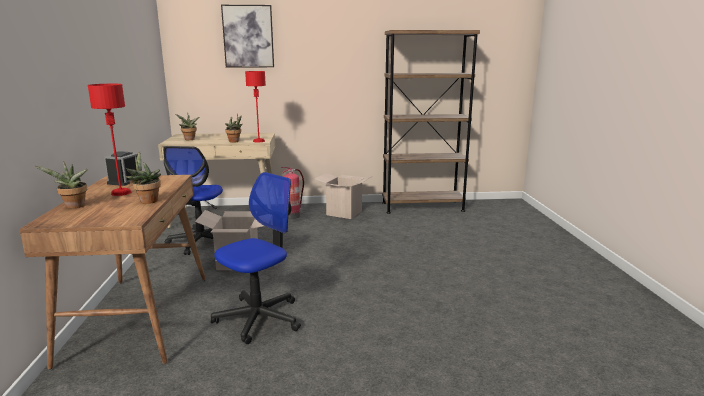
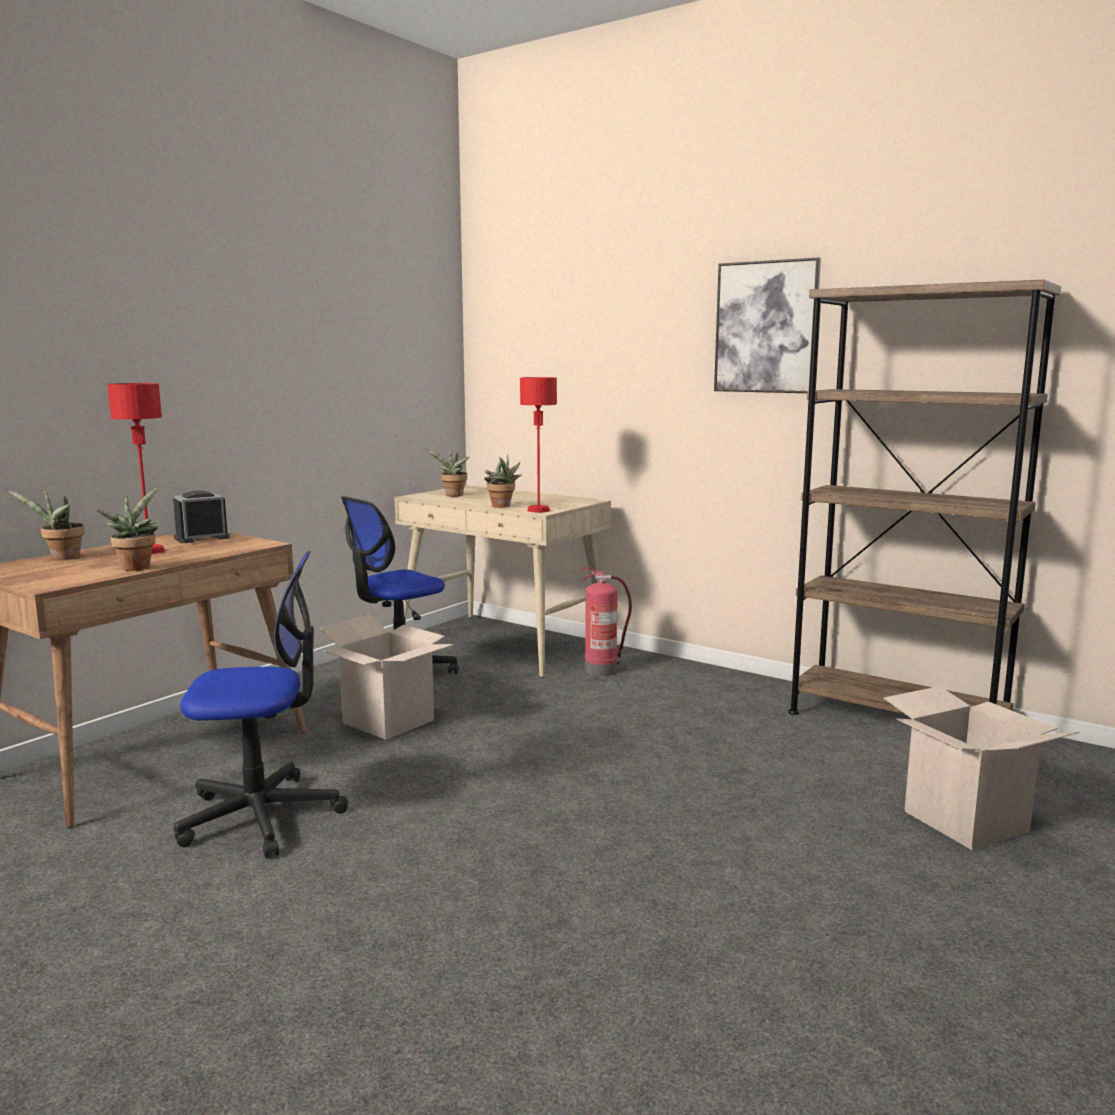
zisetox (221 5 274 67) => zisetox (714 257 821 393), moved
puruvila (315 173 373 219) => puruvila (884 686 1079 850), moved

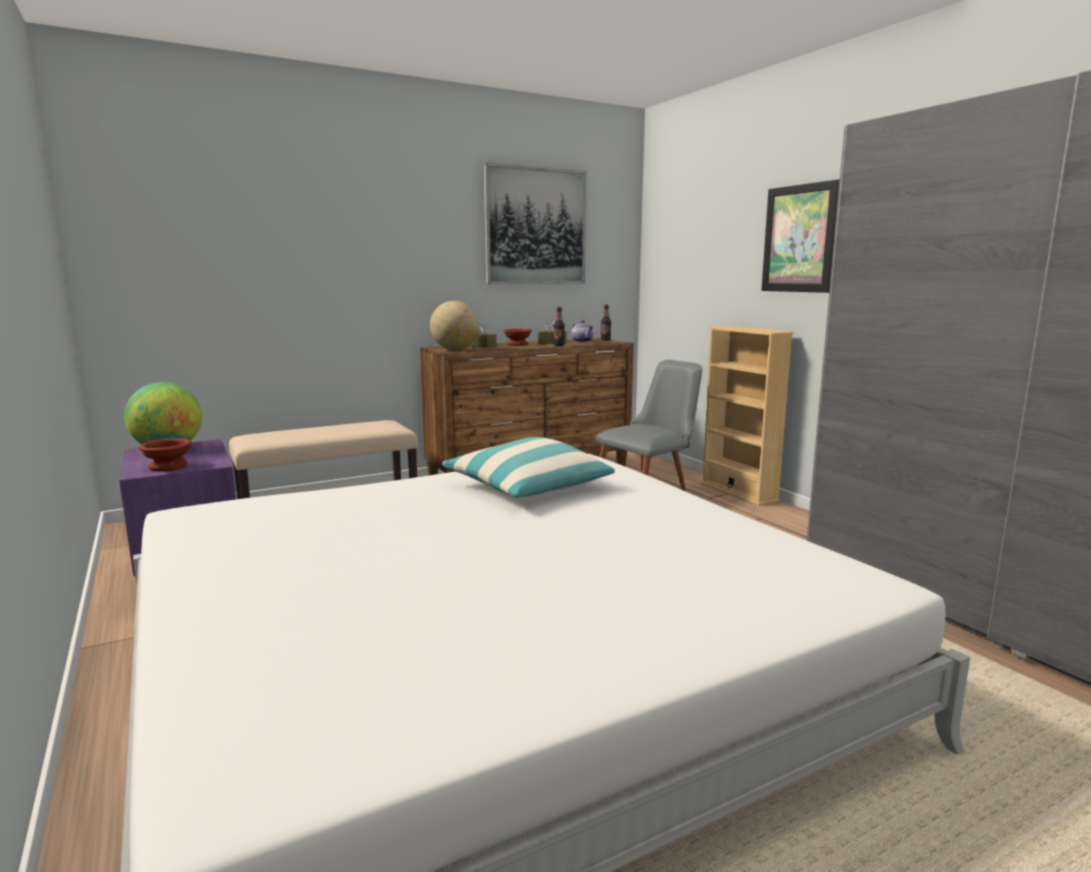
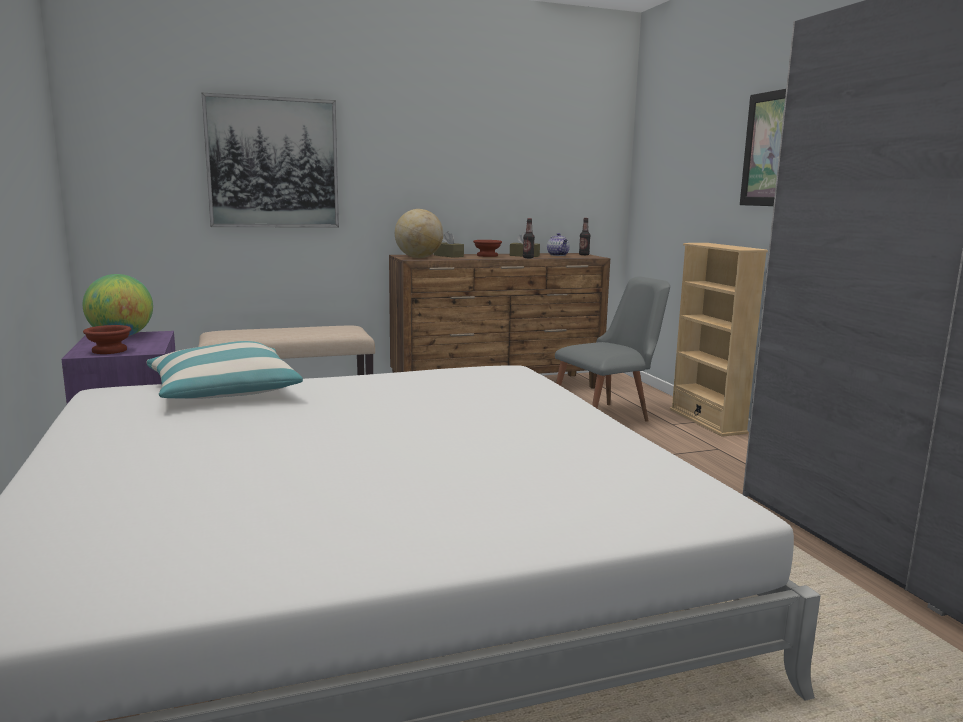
zisetox (483 163 586 284) => zisetox (202 93 339 228), moved
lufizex (443 437 615 498) => lufizex (147 341 303 399), moved

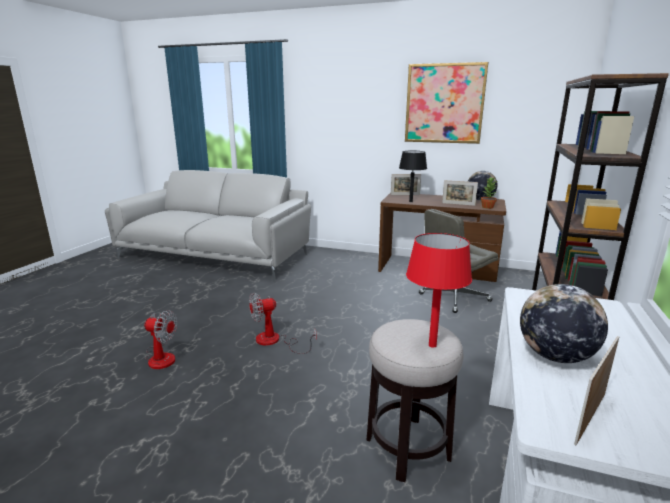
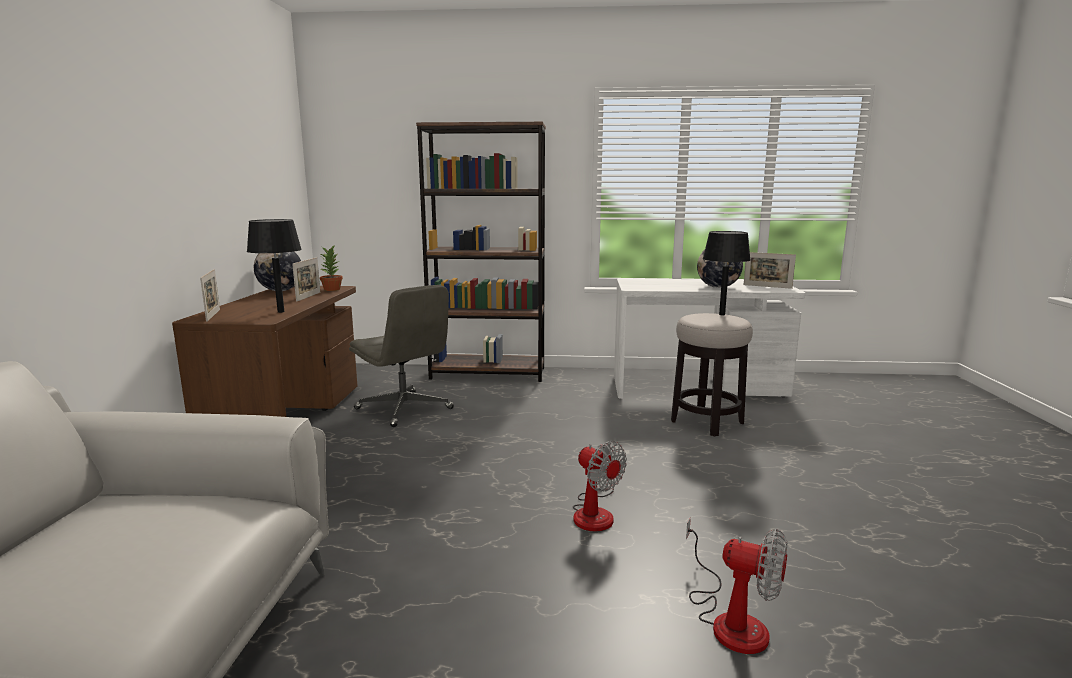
zisetox (405 62 488 144) => nothing
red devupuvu (406 233 472 348) => black devupuvu (703 231 751 315)
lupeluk (144 310 177 369) => lupeluk (686 518 787 654), 120 degrees clockwise

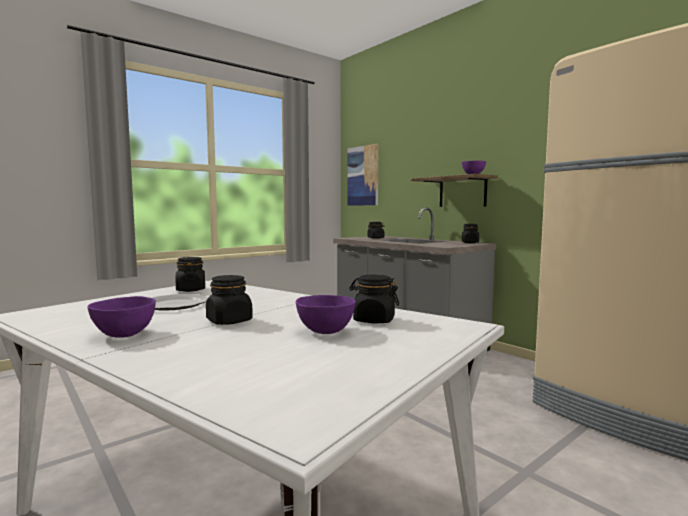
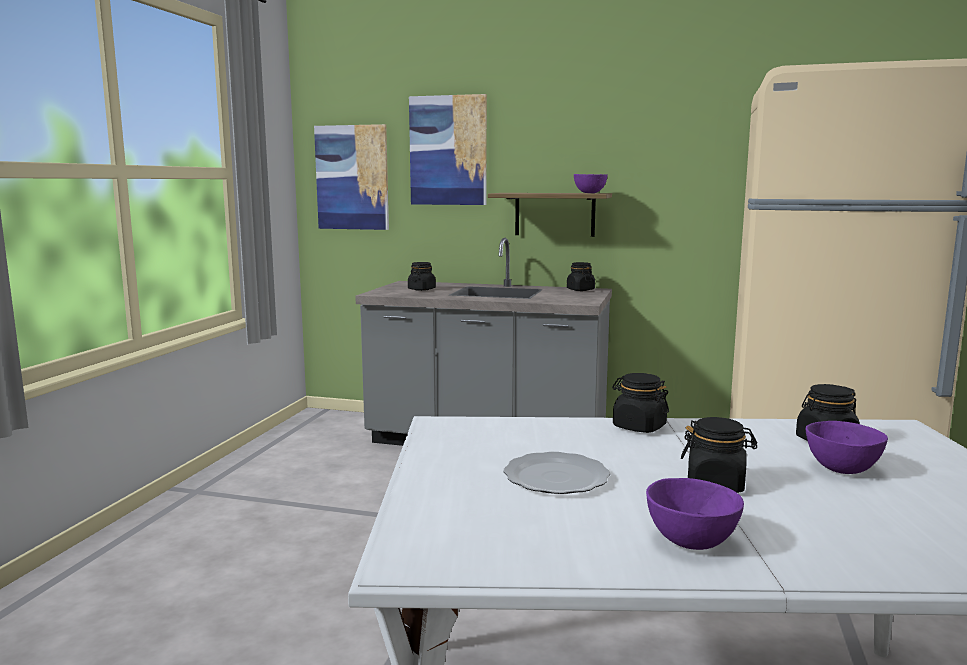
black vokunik (175 257 205 292) => black vokunik (612 373 669 433), moved
nothing => zisetox (409 94 487 205)

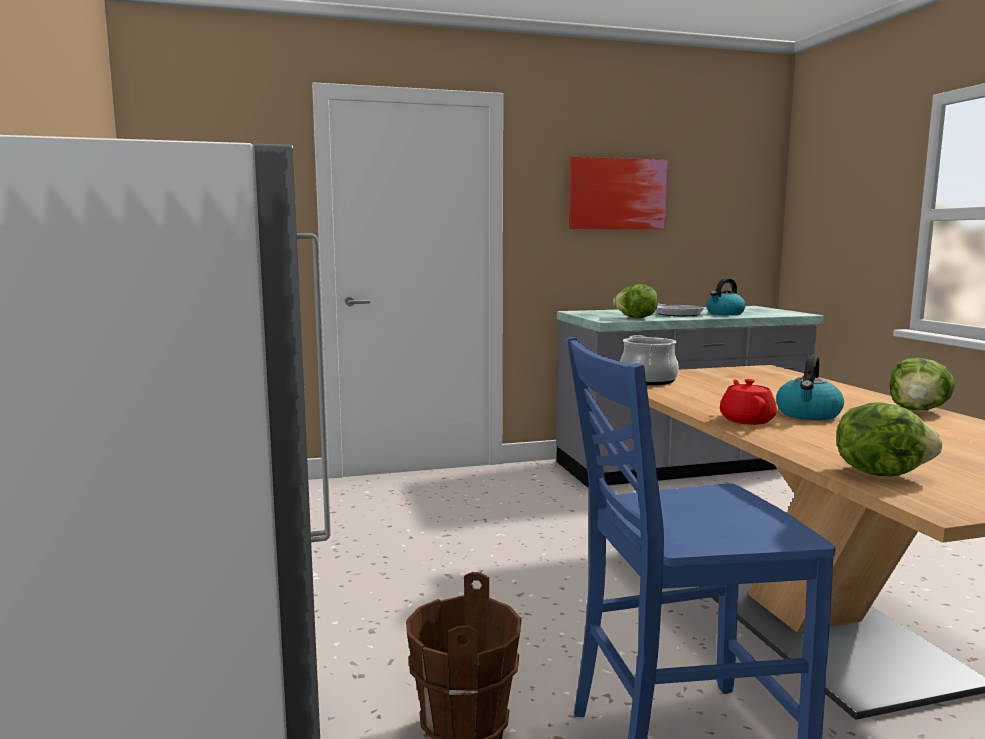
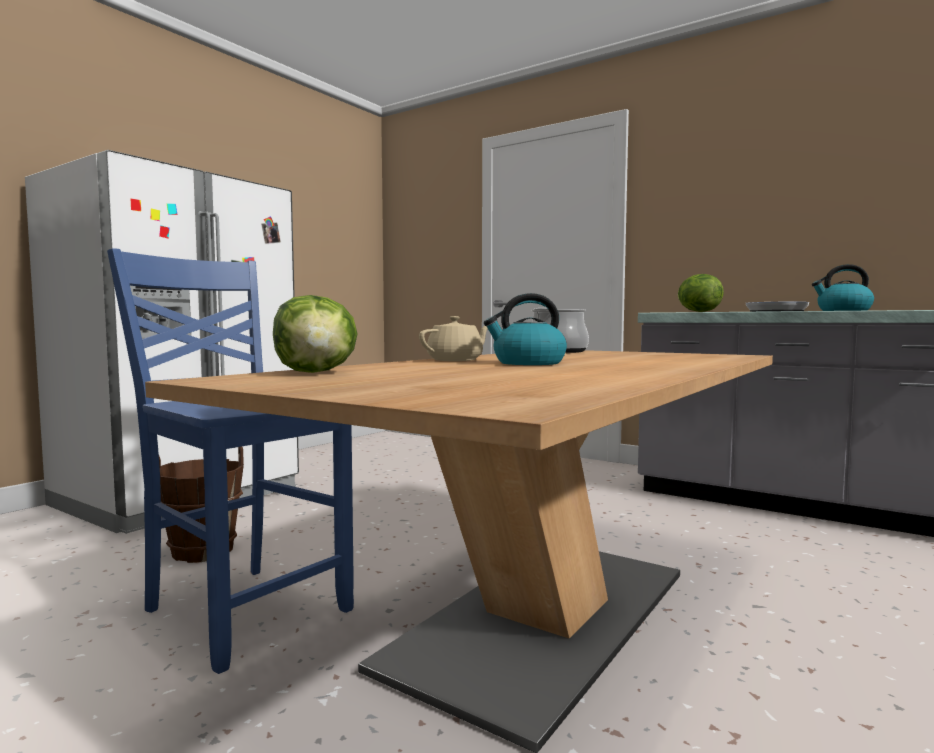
zisetox (569 157 668 229) => nothing
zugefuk (890 358 955 410) => nothing
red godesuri (720 379 777 425) => beige godesuri (419 316 488 361)

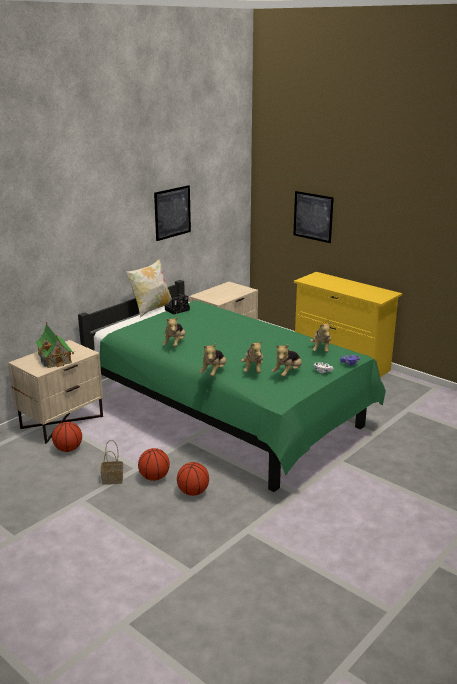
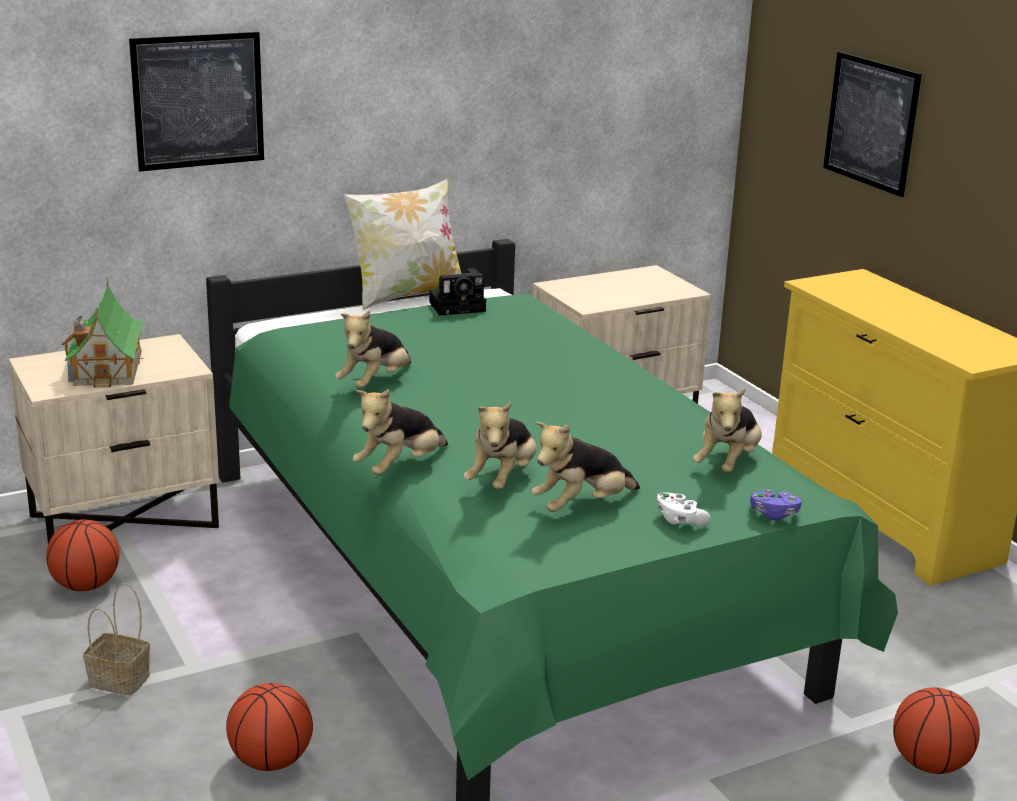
zisetox (154 185 191 241) => zisetox (129 32 264 171), moved
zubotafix (138 448 170 481) => zubotafix (893 687 980 774), moved

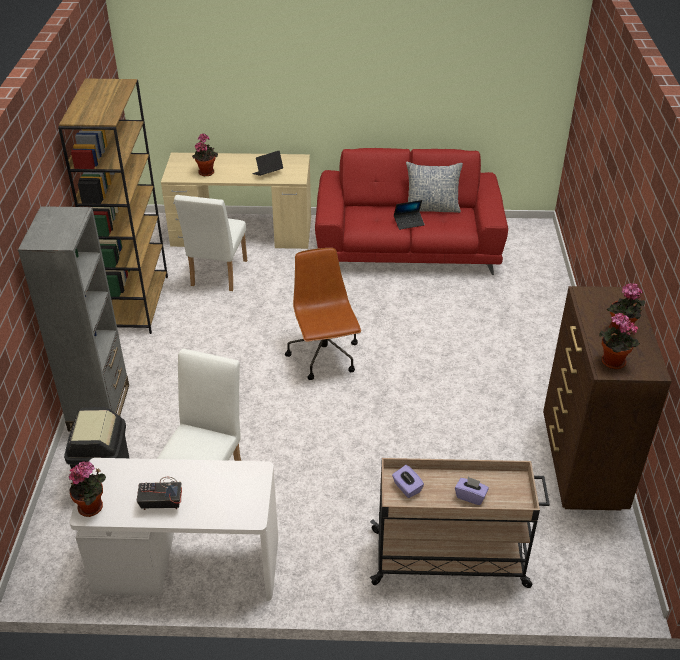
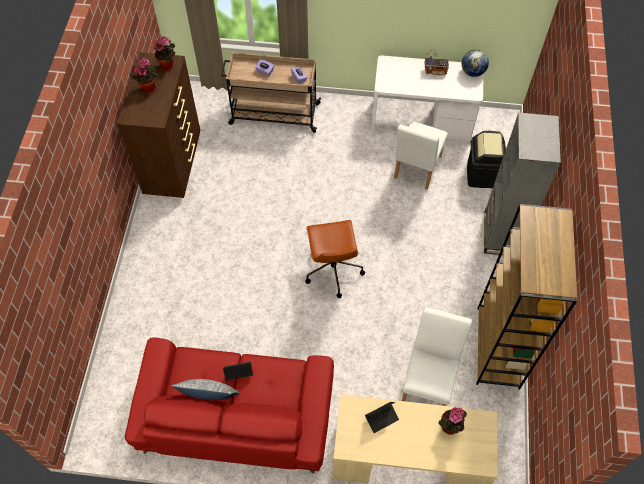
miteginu (69 462 106 517) => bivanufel (462 49 489 77)

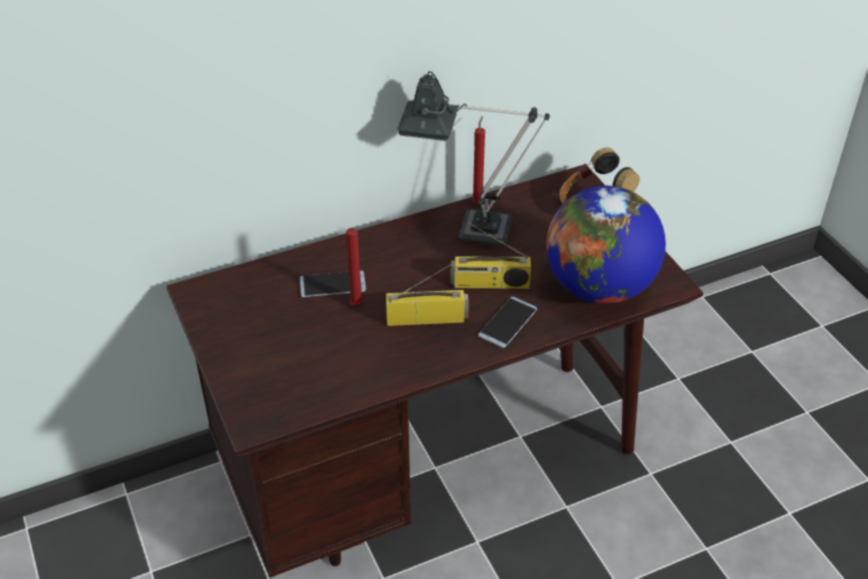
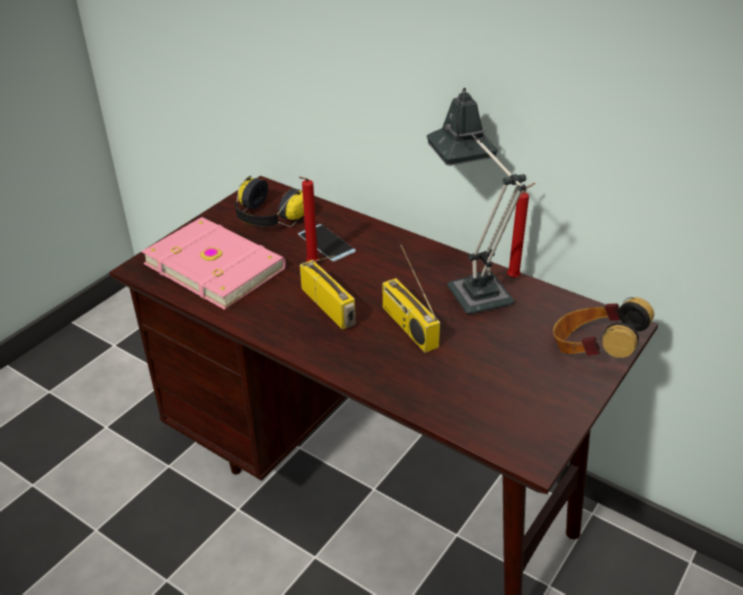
bivanufel (546 186 666 304) => nothing
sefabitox (478 296 537 348) => nothing
nothing => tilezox (235 176 304 227)
nothing => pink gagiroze (141 217 286 310)

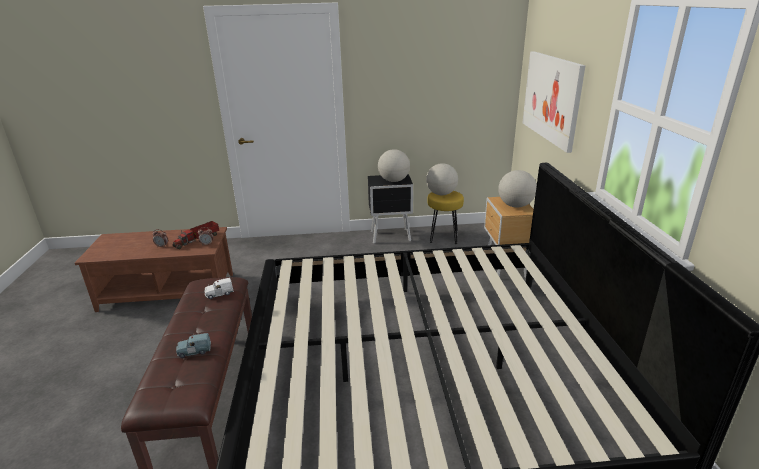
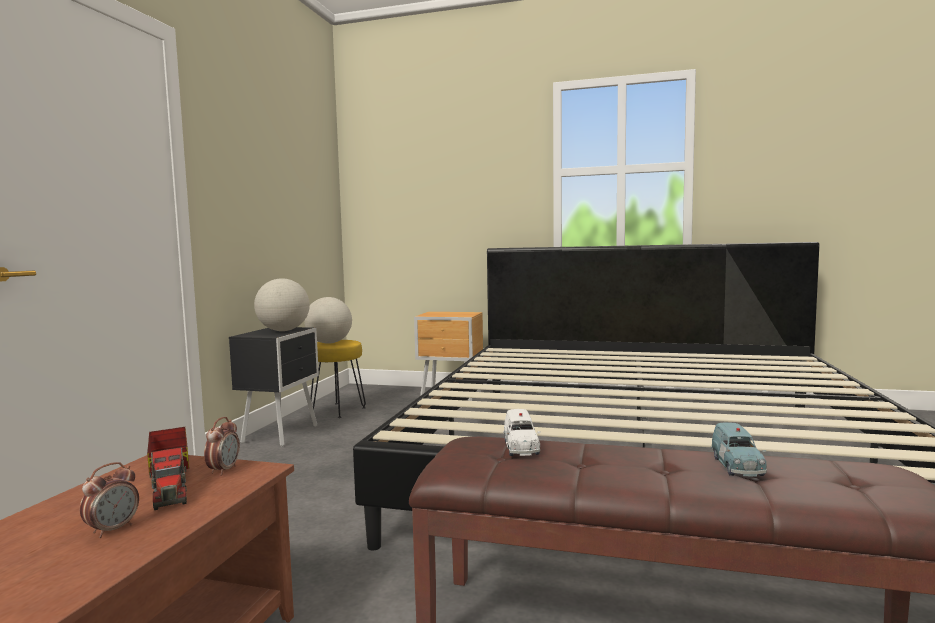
zisetox (522 51 585 153) => nothing
bivanufel (498 170 537 207) => nothing

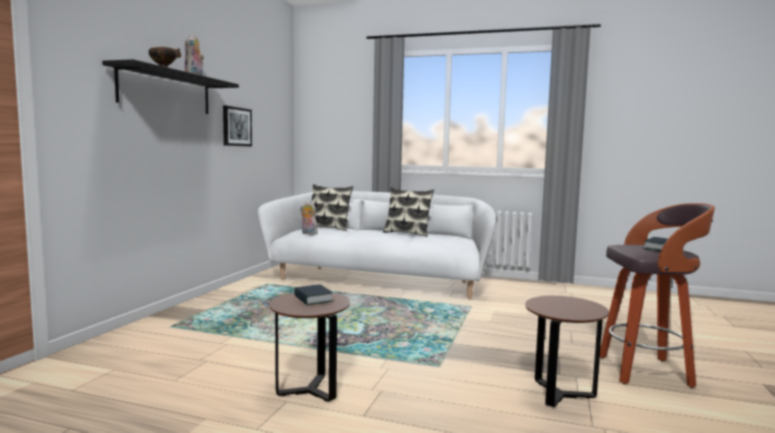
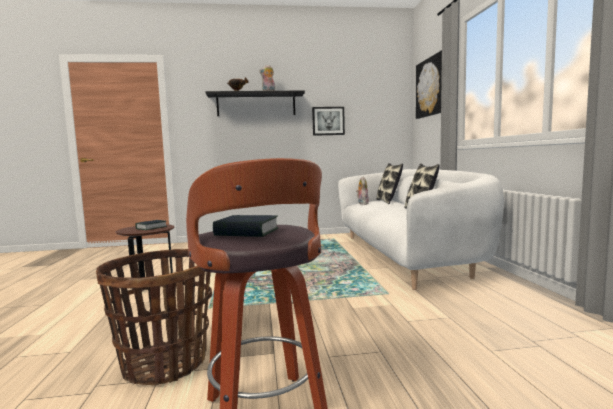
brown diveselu (526 296 609 407) => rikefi (96 249 212 385)
nothing => zisetox (416 50 442 119)

